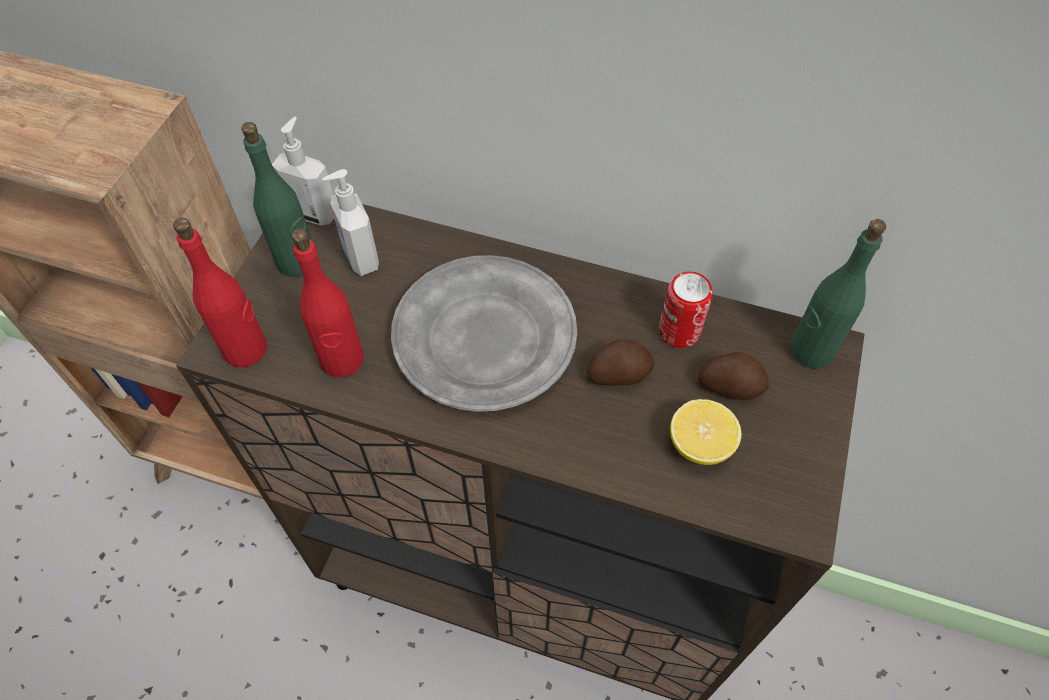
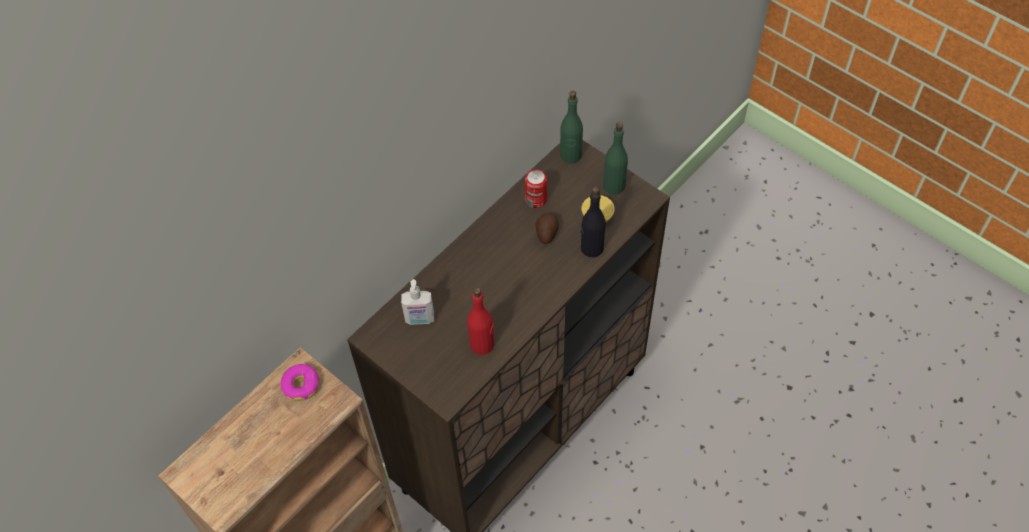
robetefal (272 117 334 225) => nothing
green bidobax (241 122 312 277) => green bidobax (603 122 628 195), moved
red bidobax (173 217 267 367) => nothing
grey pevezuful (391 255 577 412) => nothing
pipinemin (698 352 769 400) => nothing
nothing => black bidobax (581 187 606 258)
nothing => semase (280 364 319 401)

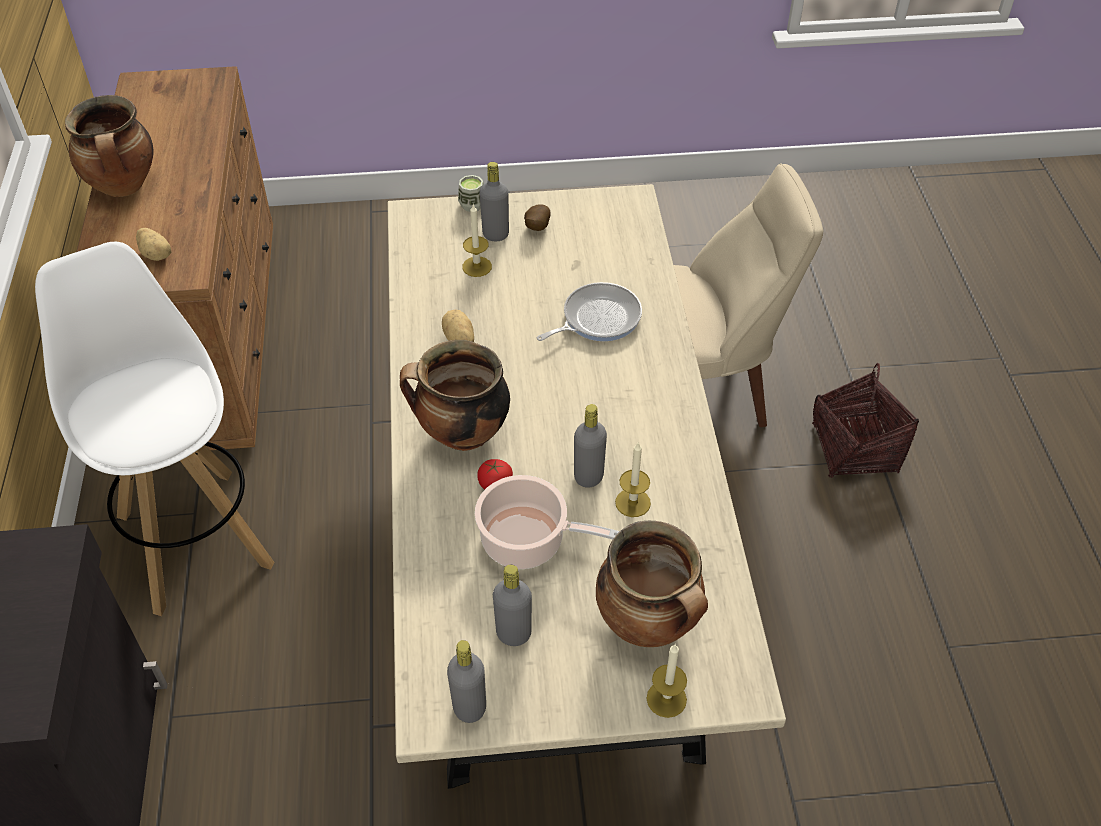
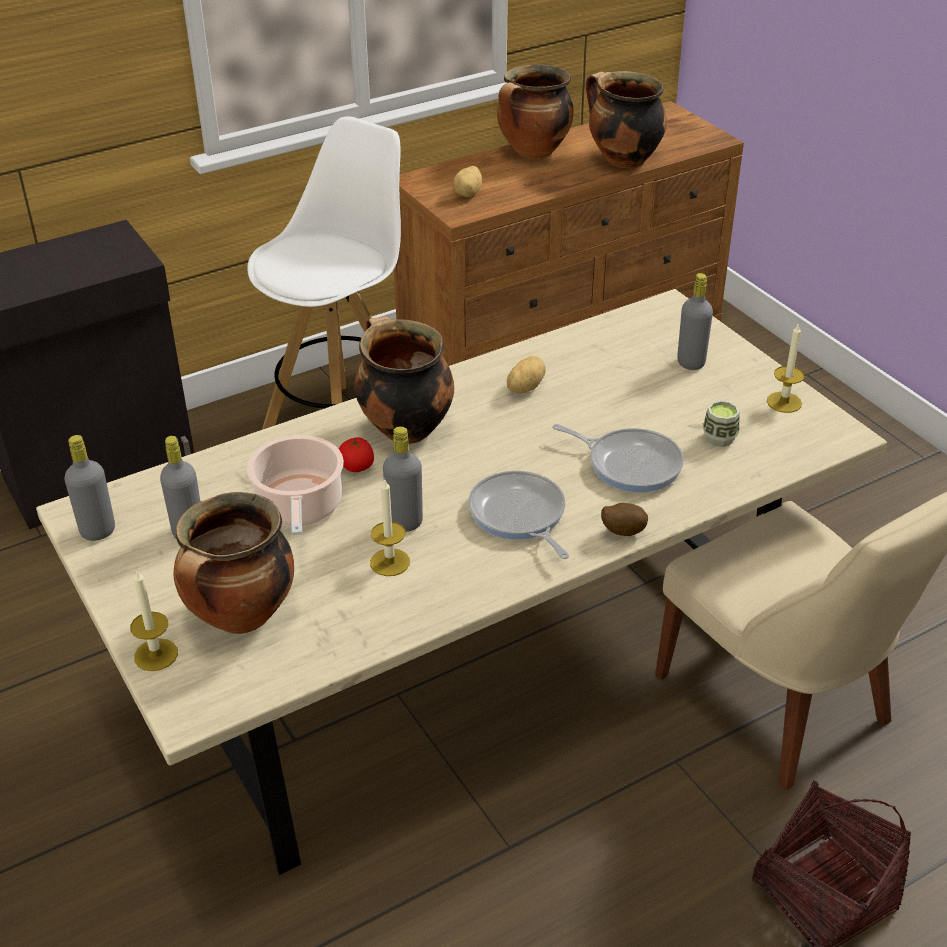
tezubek (458 175 484 212) => tezubek (703 400 740 447), moved
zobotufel (462 205 492 277) => zobotufel (767 324 805 413), moved
pipinemin (524 205 551 231) => pipinemin (601 503 648 536), moved
nothing => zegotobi (586 71 667 168)
nothing => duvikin (468 471 569 559)

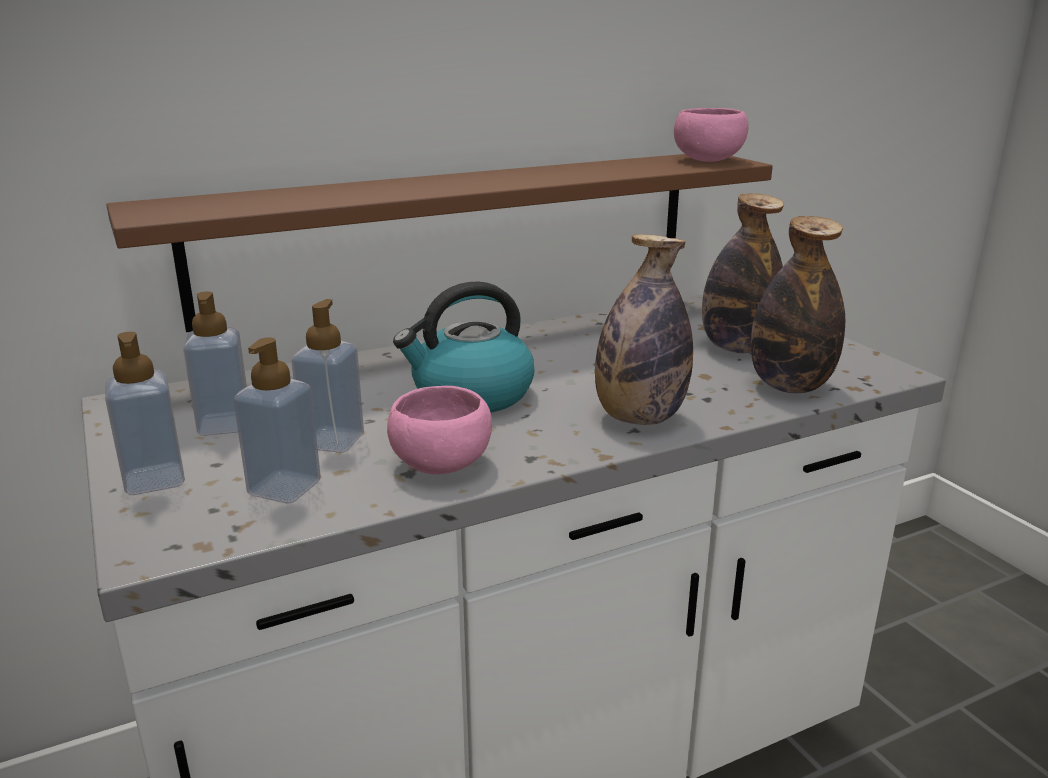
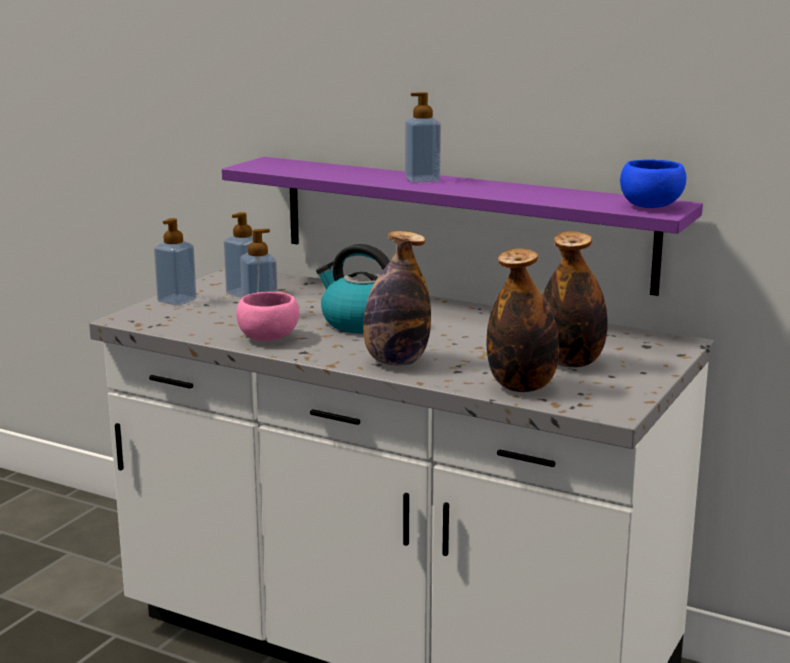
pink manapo (674 108 749 162) => blue manapo (620 159 686 208)
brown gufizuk (106 154 773 332) => purple gufizuk (222 157 703 296)
robetefal (233 337 321 503) => robetefal (405 92 441 183), moved

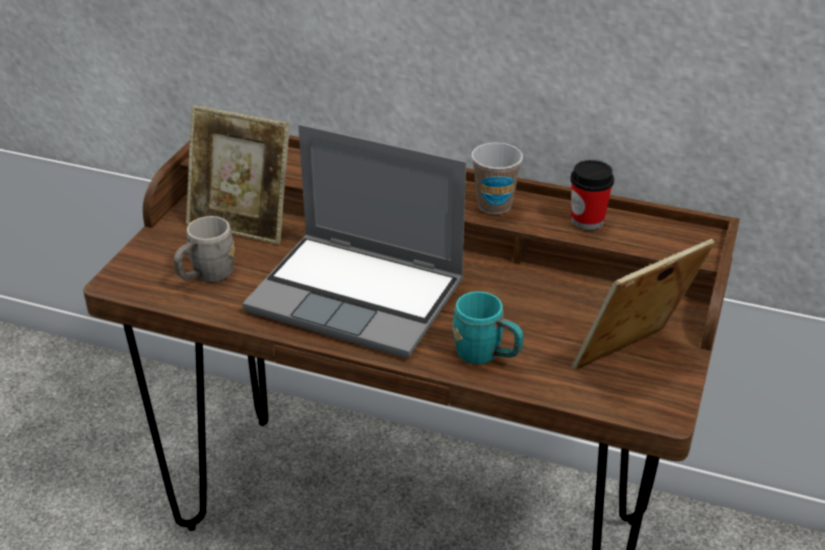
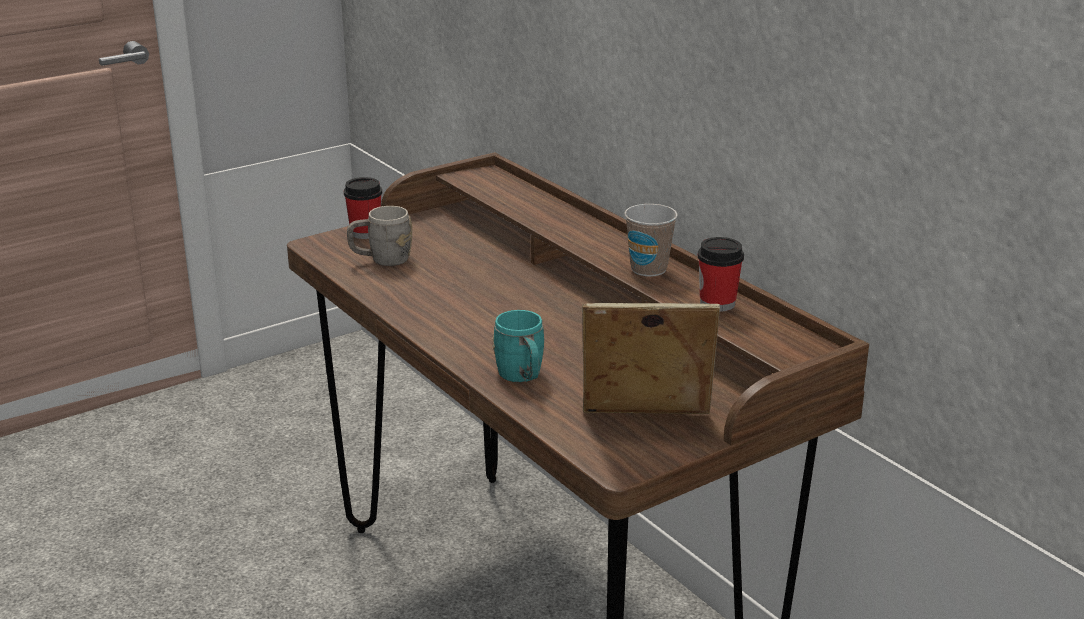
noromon (186 105 290 244) => nothing
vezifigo (242 124 466 358) => nothing
nothing => tezubek (344 177 382 239)

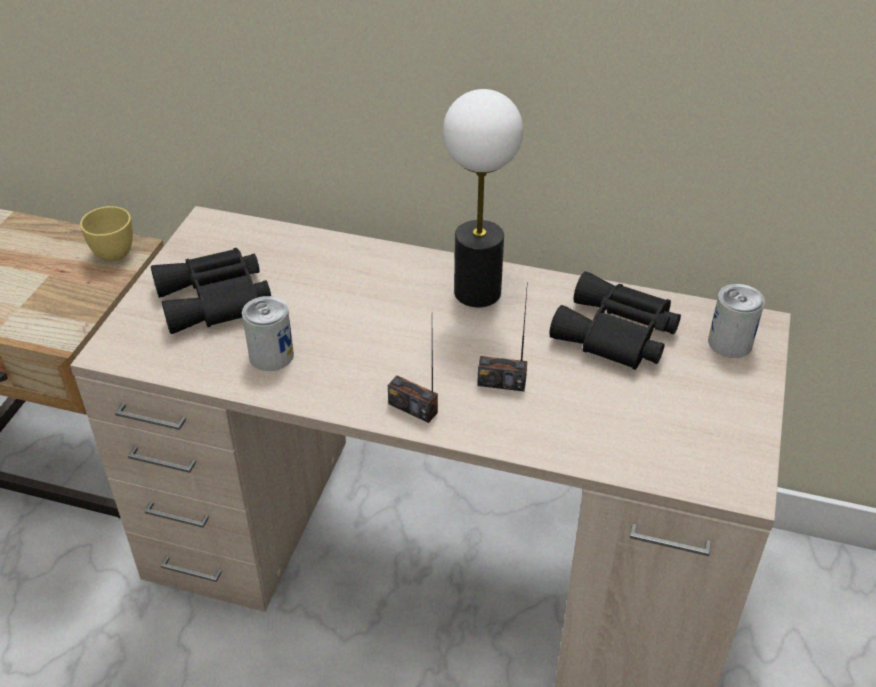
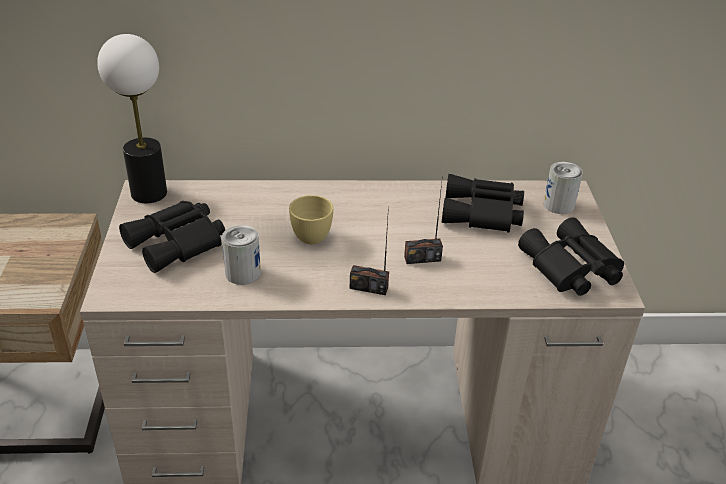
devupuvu (443 89 523 307) => devupuvu (97 34 167 203), moved
yellow tezubek (80 206 133 262) => yellow tezubek (289 195 333 244), moved
nothing => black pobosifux (518 217 624 296)

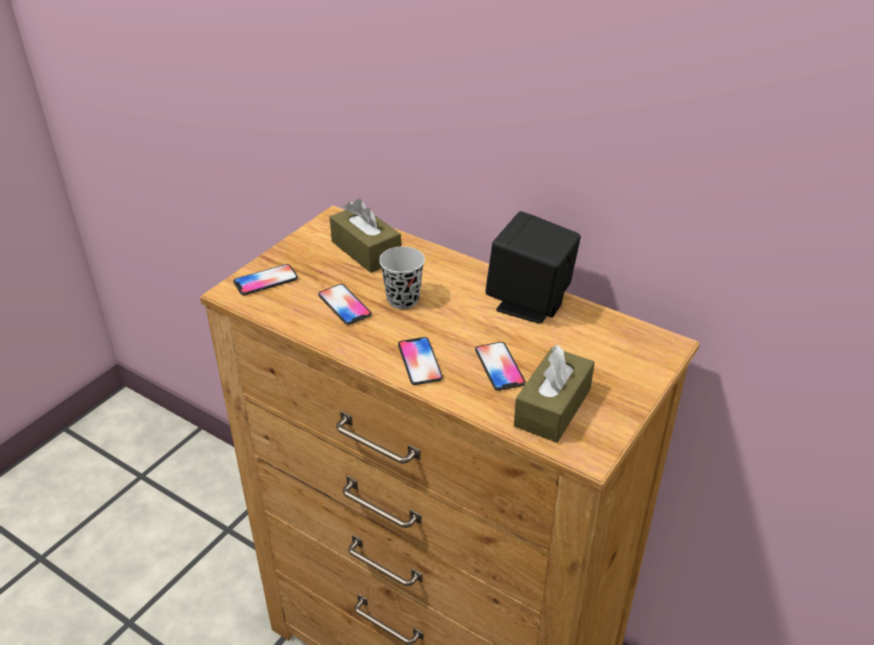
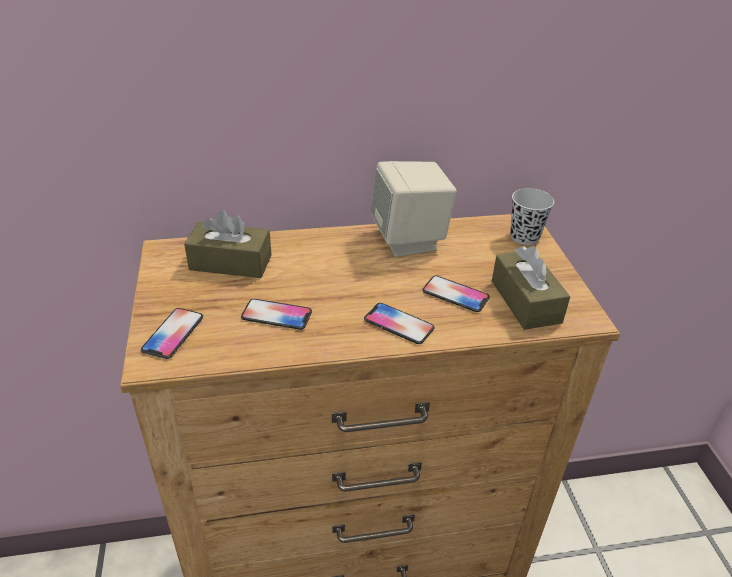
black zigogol (485 211 581 324) => beige zigogol (371 161 456 257)
black tezubek (379 246 425 309) => black tezubek (510 188 554 245), moved

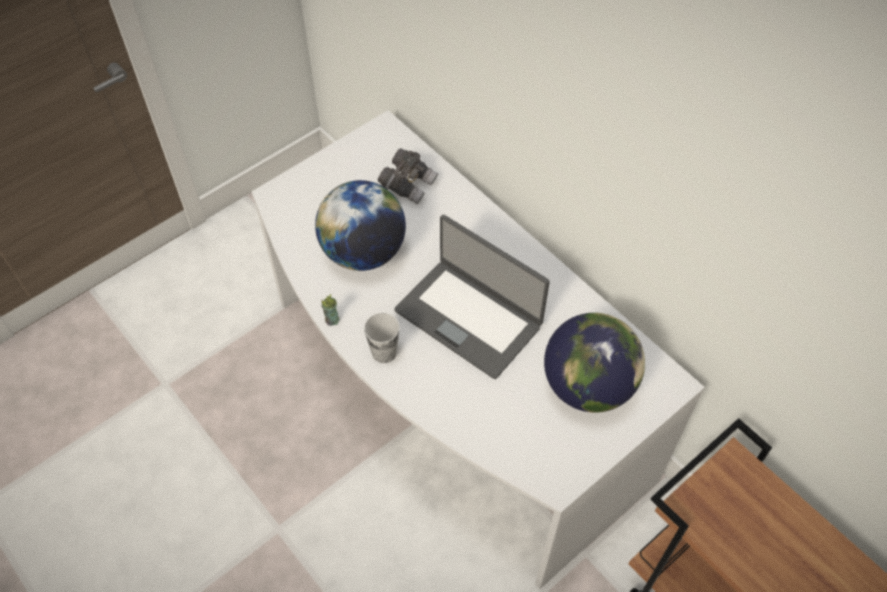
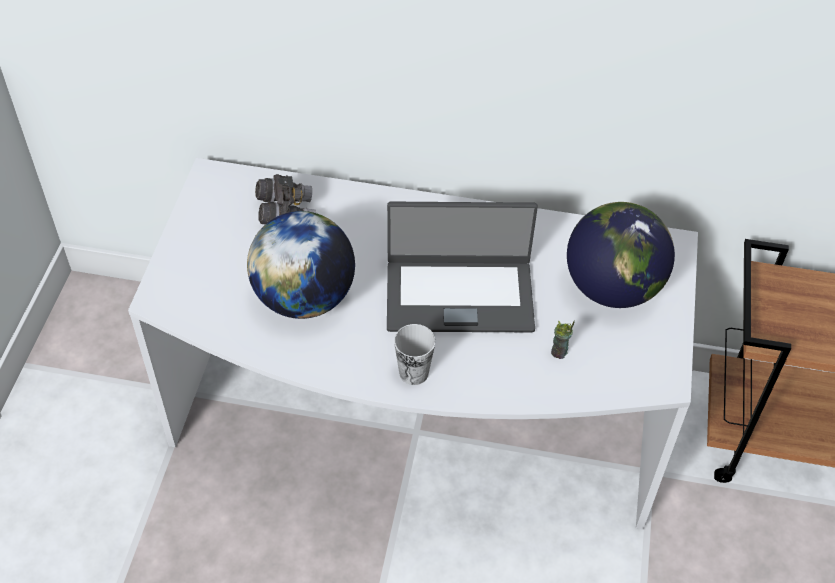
tezubek (321 294 339 326) => tezubek (551 321 575 359), moved

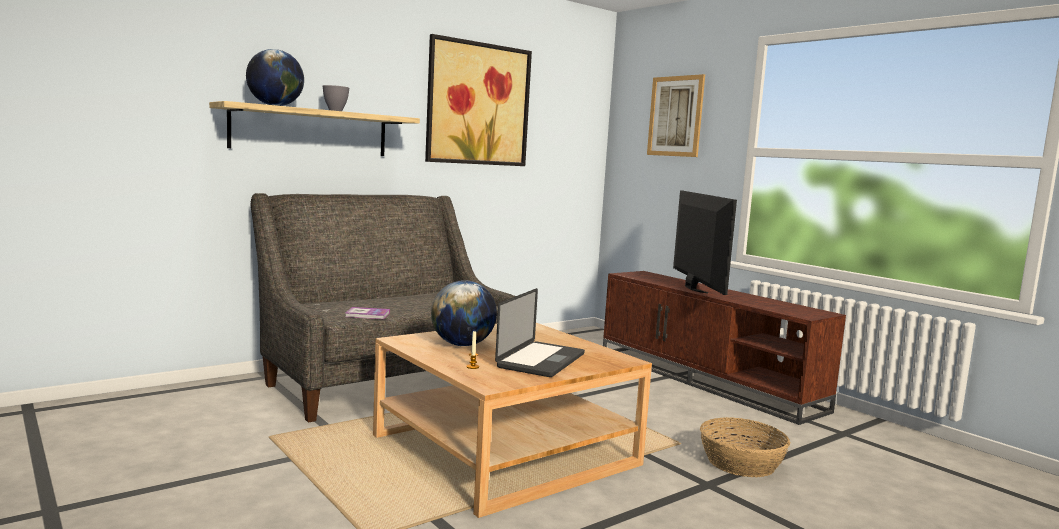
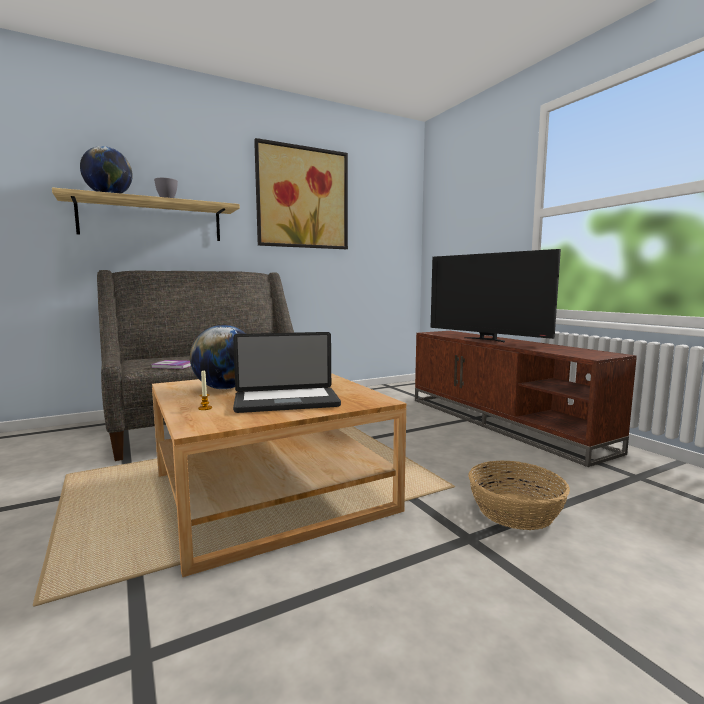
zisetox (647 74 705 157) => nothing
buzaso (673 190 737 295) => buzaso (431 249 561 342), 135 degrees clockwise
vezifigo (495 288 585 377) => vezifigo (233 332 341 413), 45 degrees clockwise

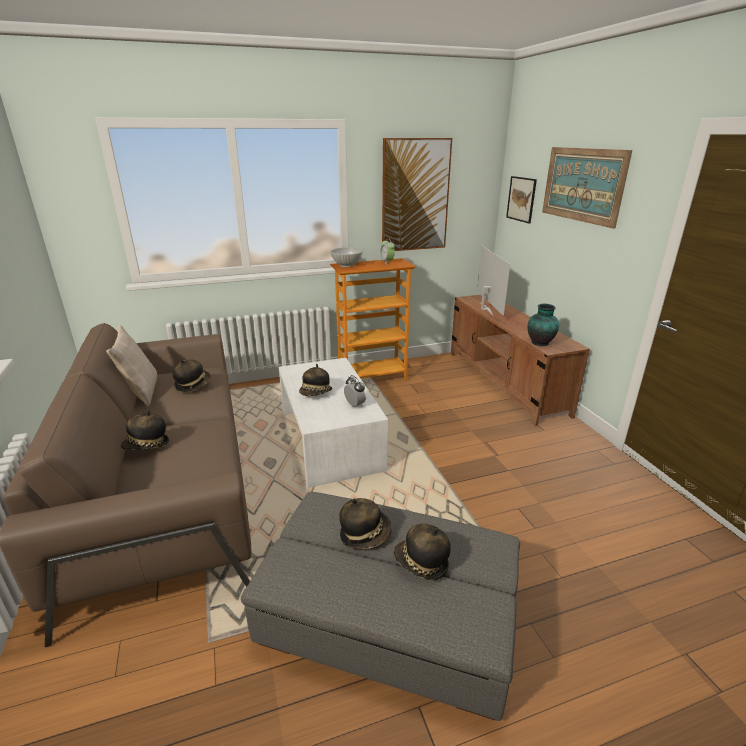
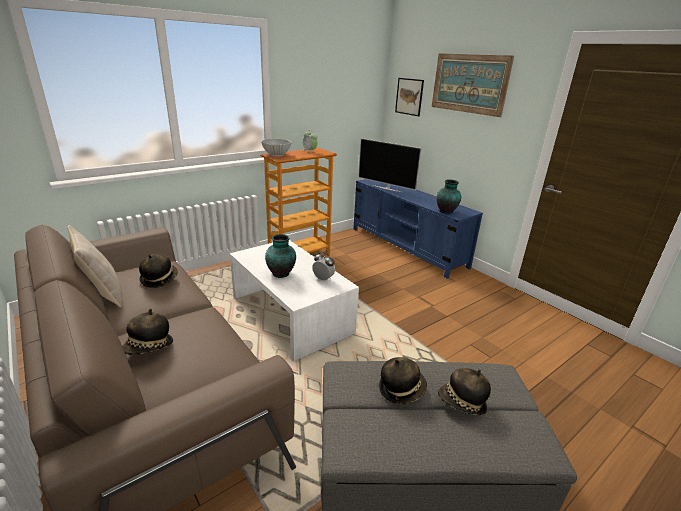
zisetox (382 138 452 251) => nothing
buzaso (477 246 510 316) => buzaso (358 138 422 192), 150 degrees clockwise
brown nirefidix (451 295 590 426) => blue nirefidix (353 179 483 279)
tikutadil (299 364 332 396) => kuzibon (265 234 296 278)

